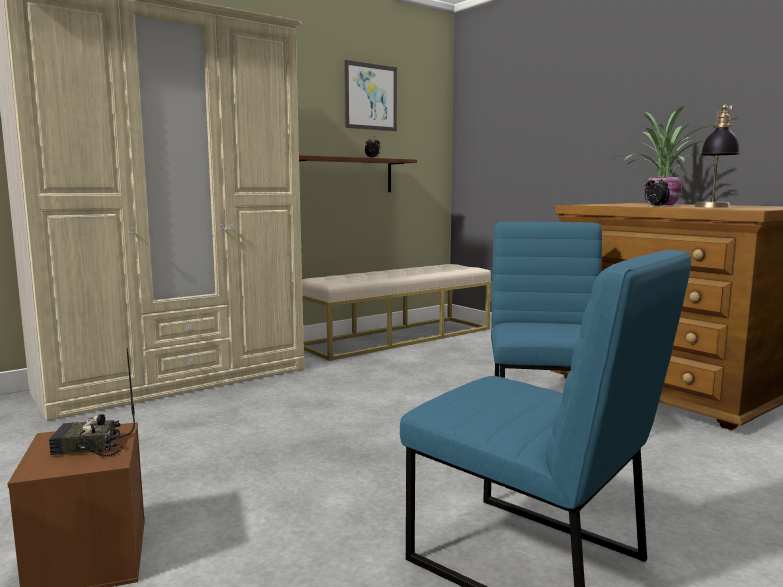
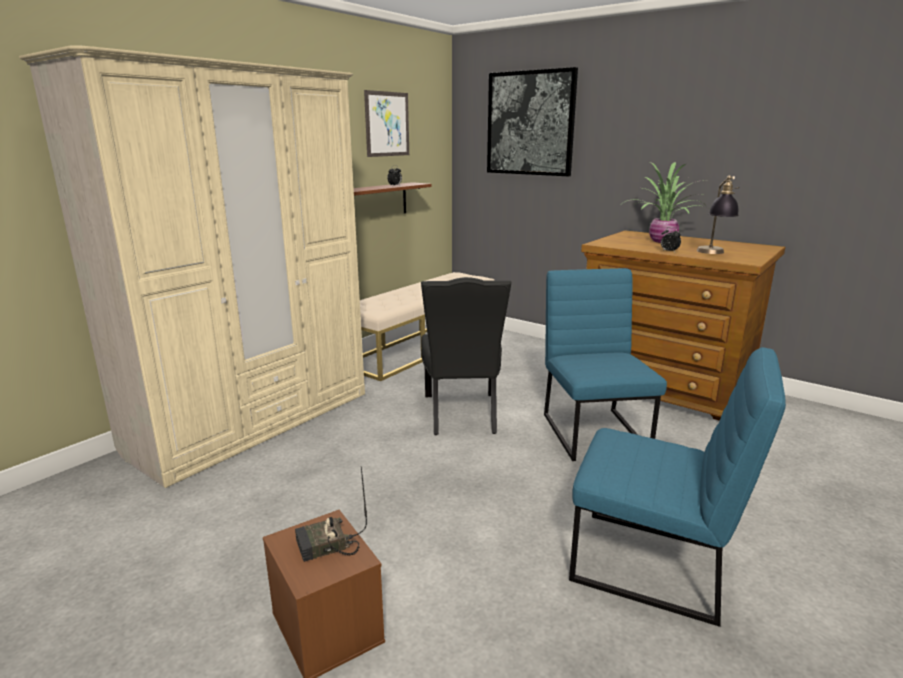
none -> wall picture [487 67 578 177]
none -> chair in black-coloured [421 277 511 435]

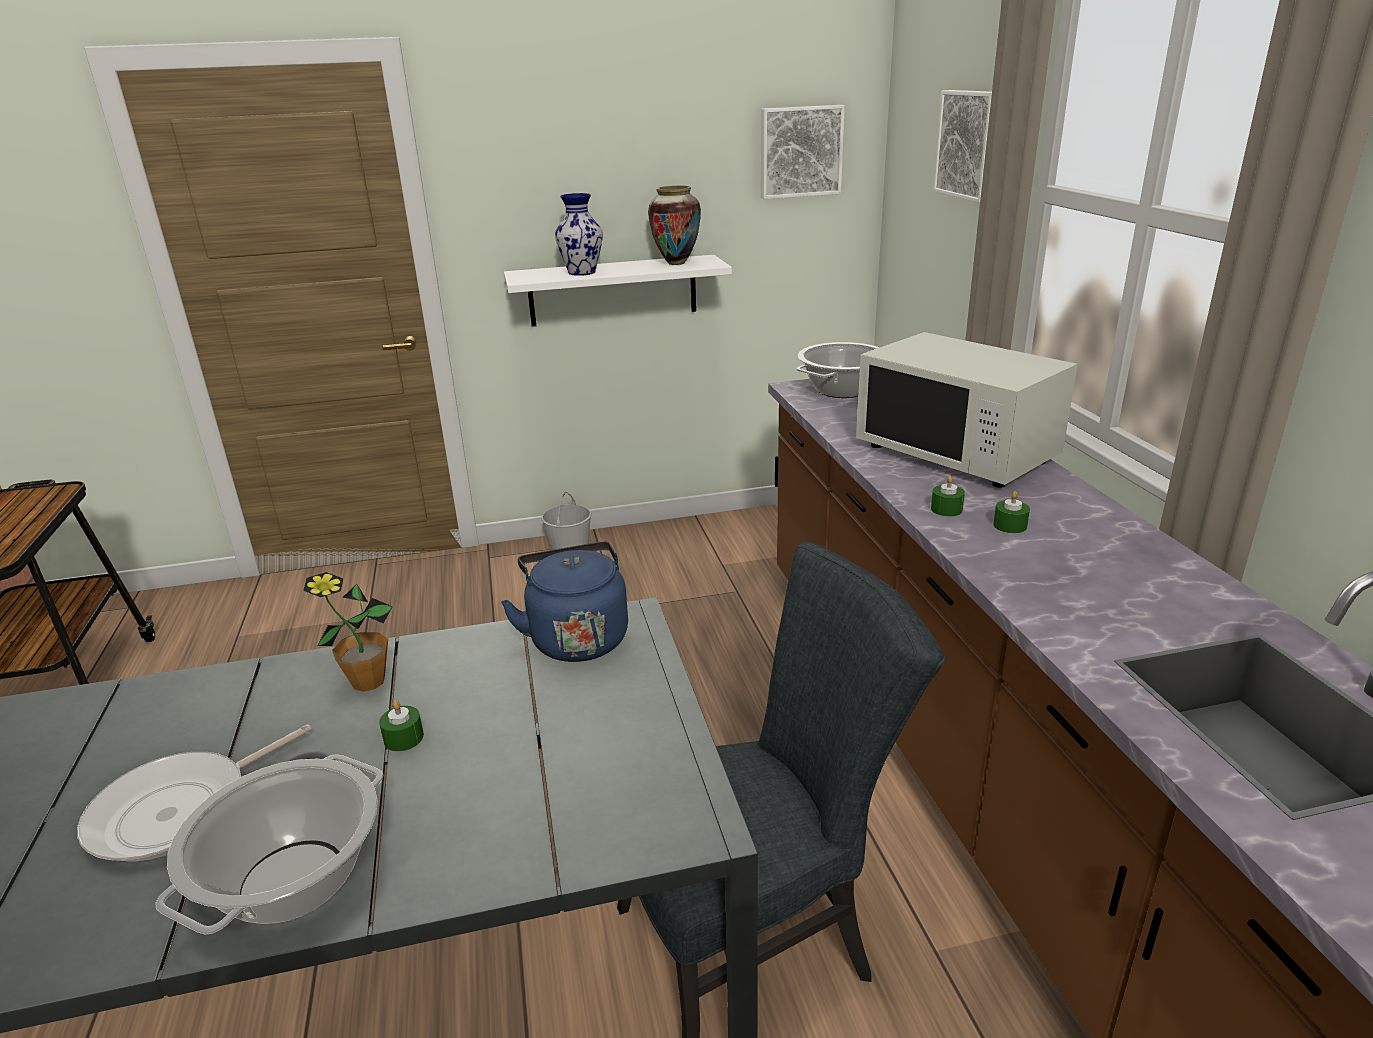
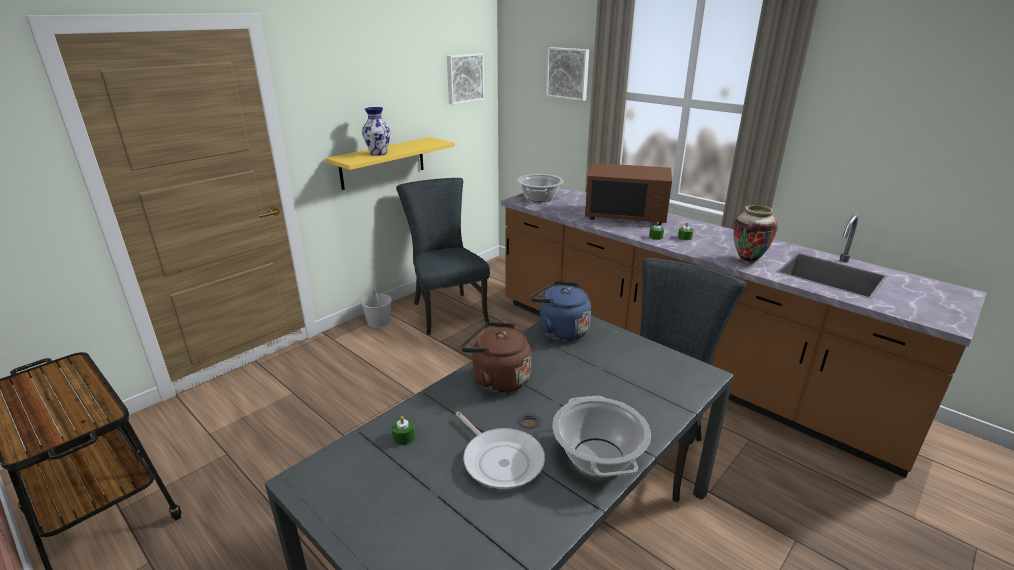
decorative vase [648 185 701 265] -> decorative vase [734 205 778 263], moved
wall shelf in white-coloured [504 255 732 327] -> wall shelf in yellow-coloured [325 137 455 190]
microwave in white-coloured [856 332 1078 488] -> microwave in brown [585 163 672 225]
potted plant [303 572 392 692] -> water kettle in brown [461 322 531 393]
wax light in greenish [379 701 424 751] -> wax light in greenish [391 416 415 445], moved
frying pan [77 724 311 861] -> frying pan [456 412 545 489], 45 degrees counterclockwise
none -> chair in greyish [396 178 490 335]

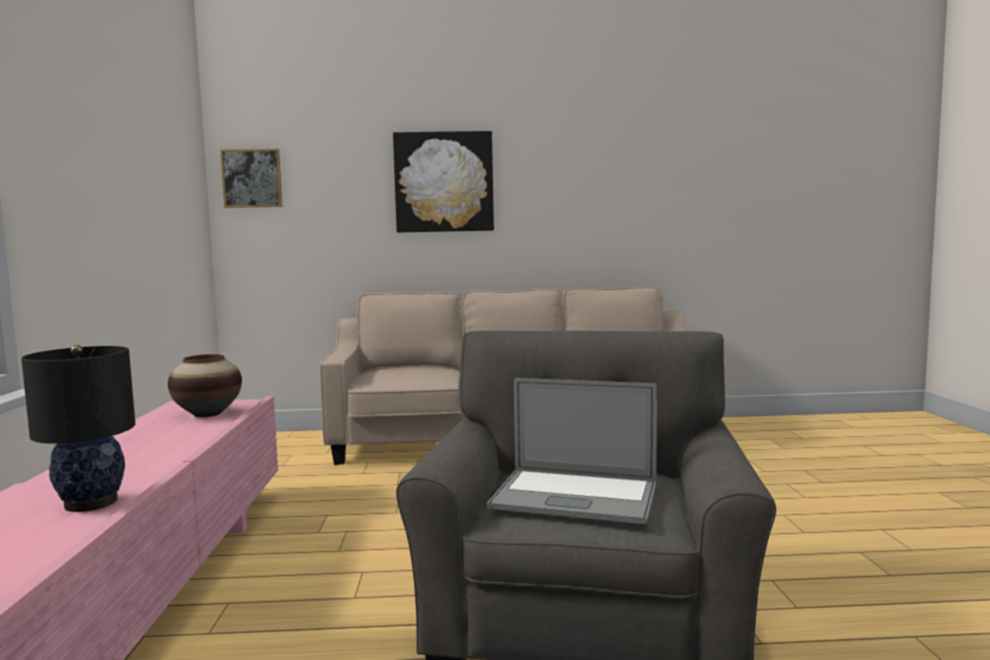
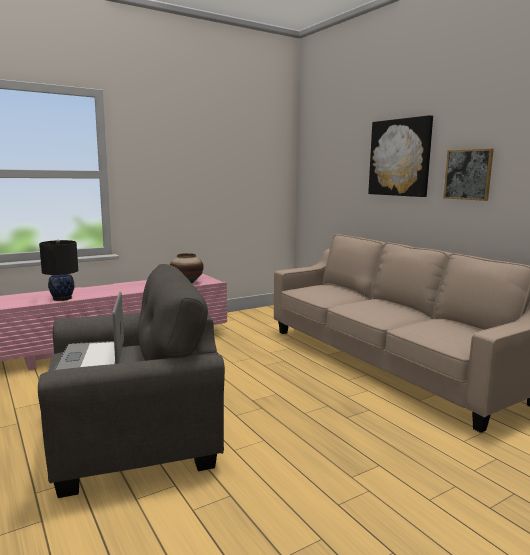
wall picture [220 149 282 208] -> wall picture [443 149 494 201], moved

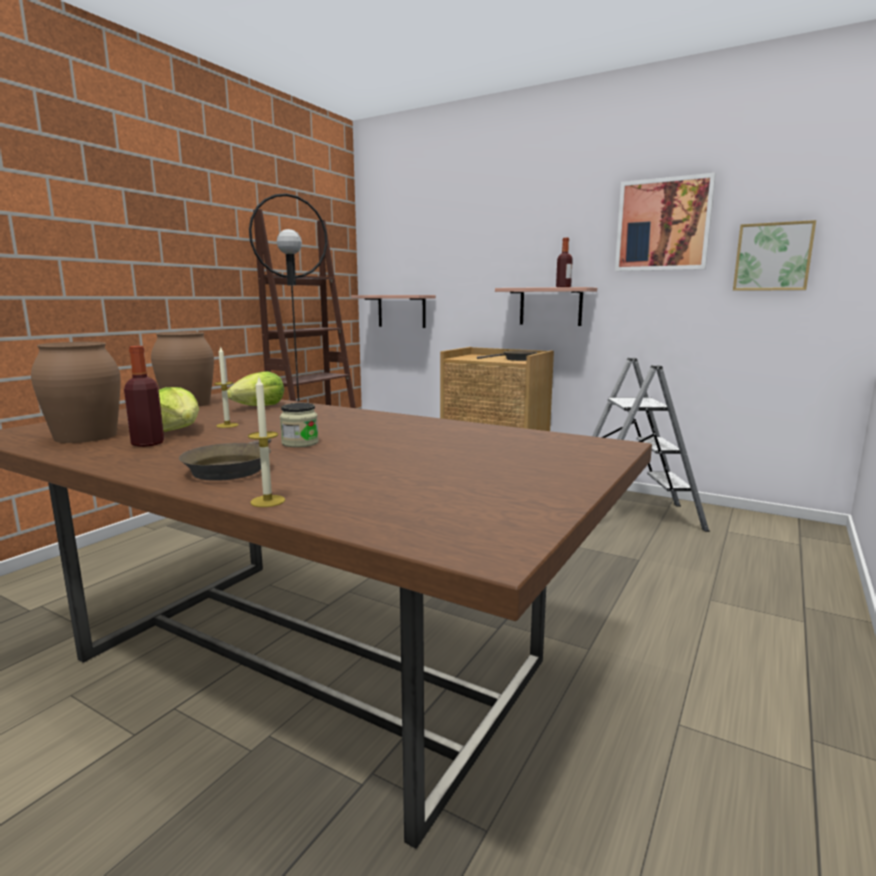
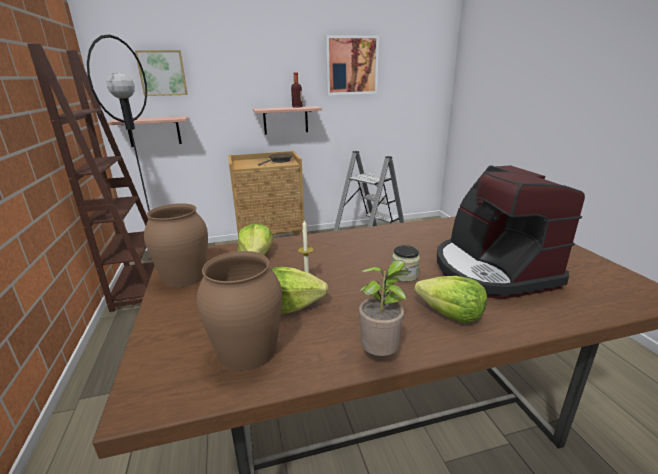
wall picture [733 220 816 291] -> wall picture [135 50 188 96], moved
beverage bottle [124 346 164 447] -> none
wax light [248 378 285 507] -> none
frying pan in brown [179 438 271 481] -> lettuce head [414 276 487 323]
none -> coffee maker [437 165 585 299]
none -> potted plant [359 260 412 356]

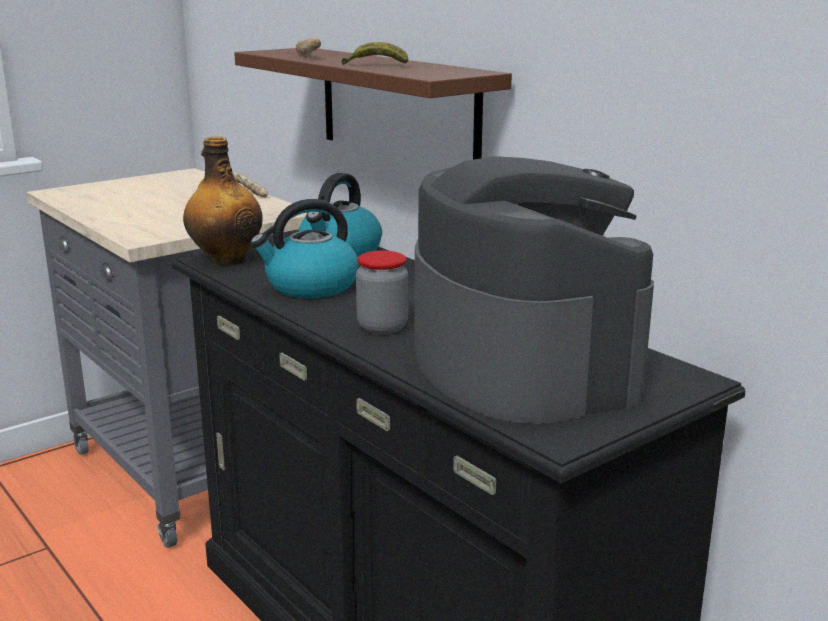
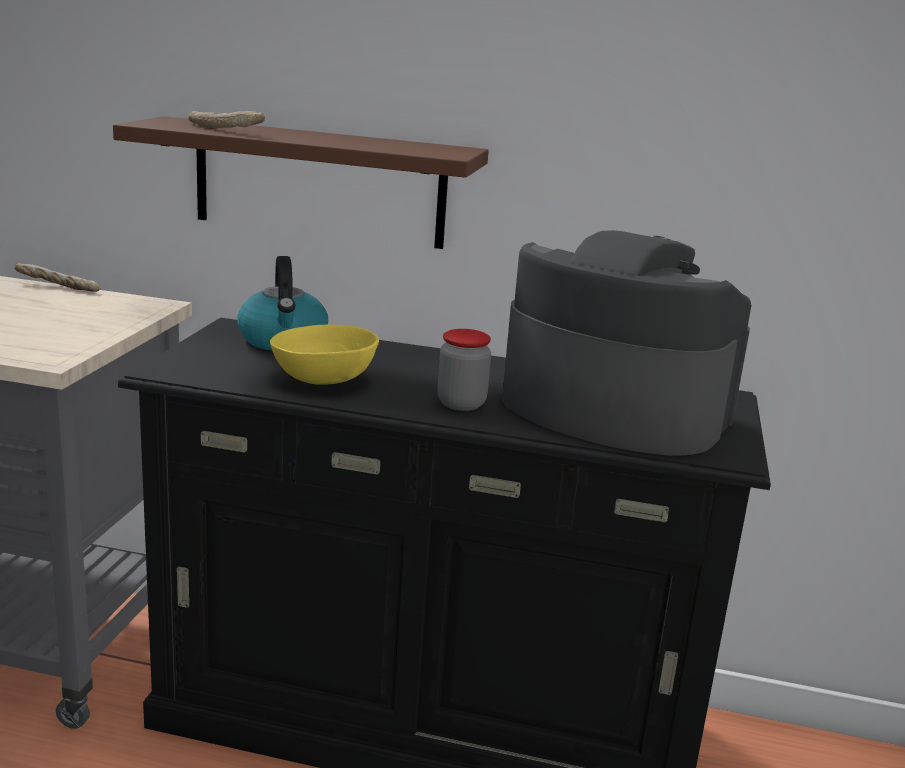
banana fruit [341 42 408 65] -> none
beverage bottle [183 136 263 265] -> none
water kettle [250 199 359 298] -> bowl in yellow-coloured [270 325 379 385]

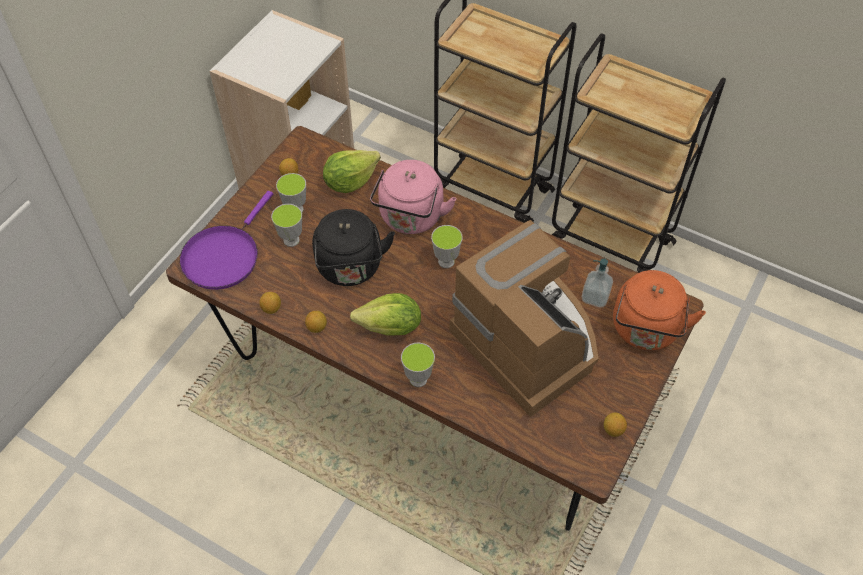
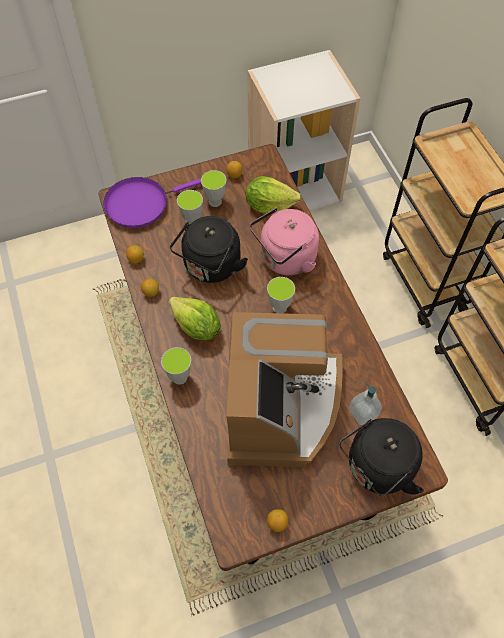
water kettle in orange [613 270 706 350] -> water kettle in black-coloured [340 418 424 496]

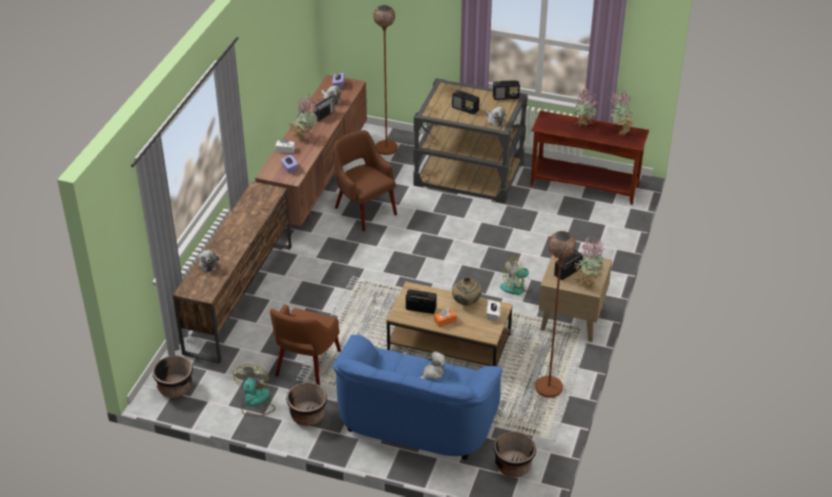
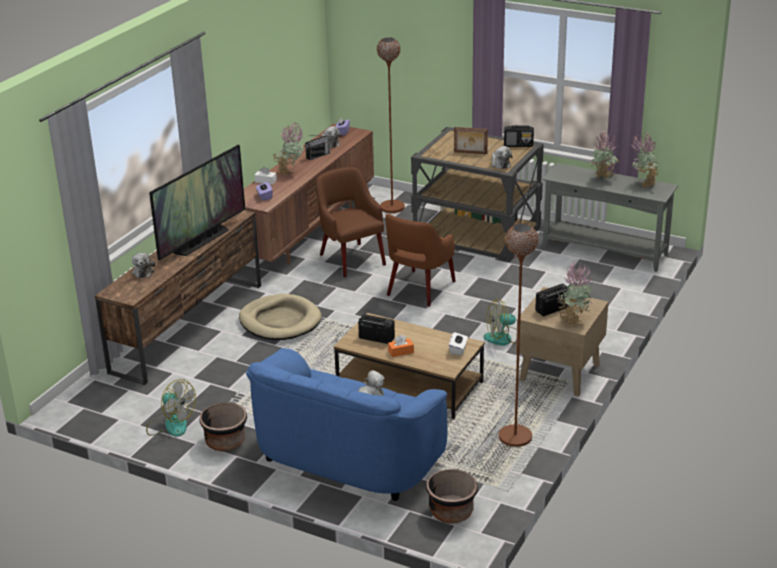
radio [452 90 479 115] -> standing frame [454 127 488 154]
narrow table in brown [530 111 649 205] -> narrow table in greyish [542 163 678 272]
decorative vase in beige-coloured [452 277 482 306] -> none
easy chair in brown [270 305 341 385] -> easy chair in brown [385 214 456 307], moved
flower pot in black-coloured [153 356 193 398] -> none
fan [233 364 275 417] -> fan [146 379 196 437], 105 degrees clockwise
none -> TV set [149 145 245 260]
none -> dog cushion in beige-coloured [239 294 321 340]

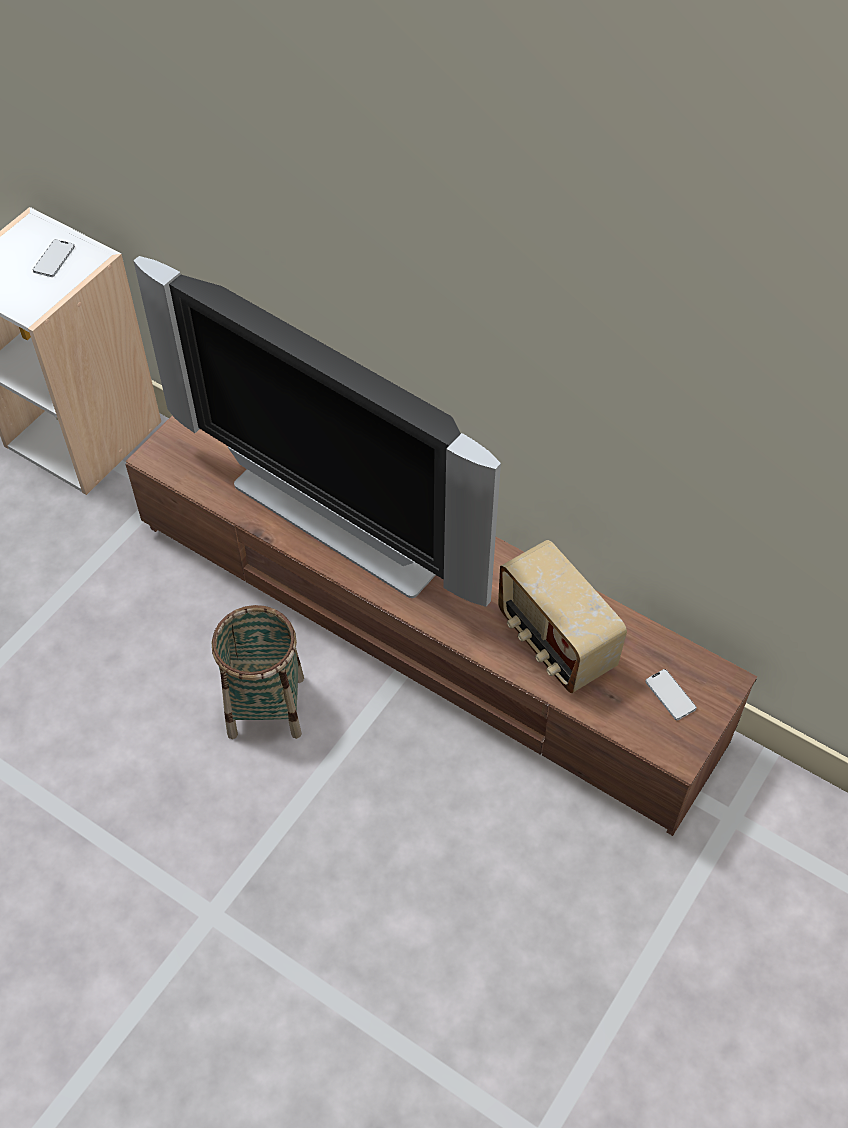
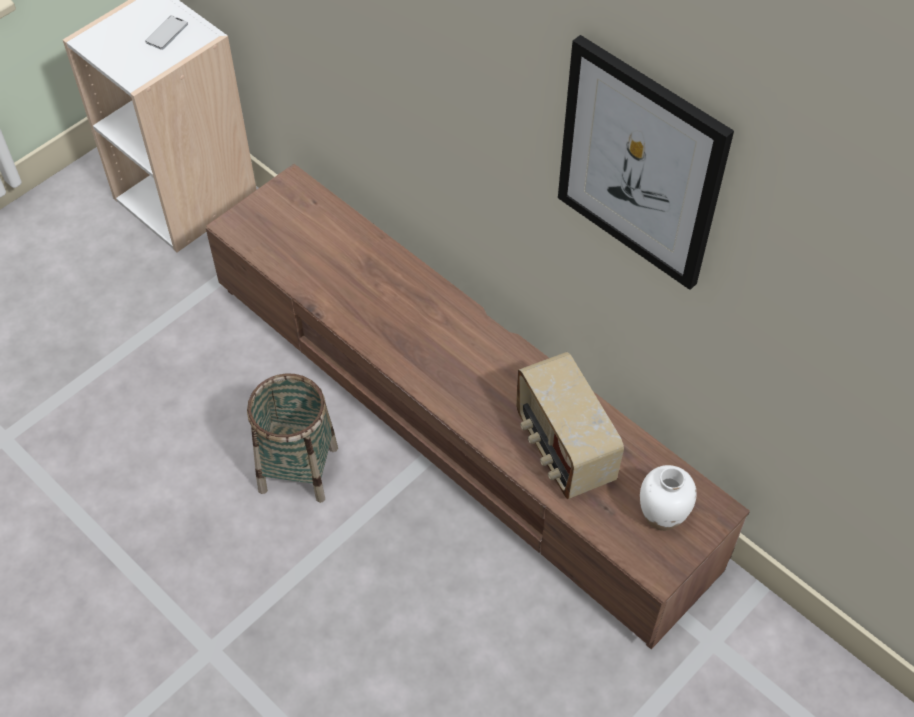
TV set [133 256 501 607] -> none
phone [645 669 697 720] -> decorative vase in white-coloured [640 465 697 531]
none -> wall picture [558 35 734 290]

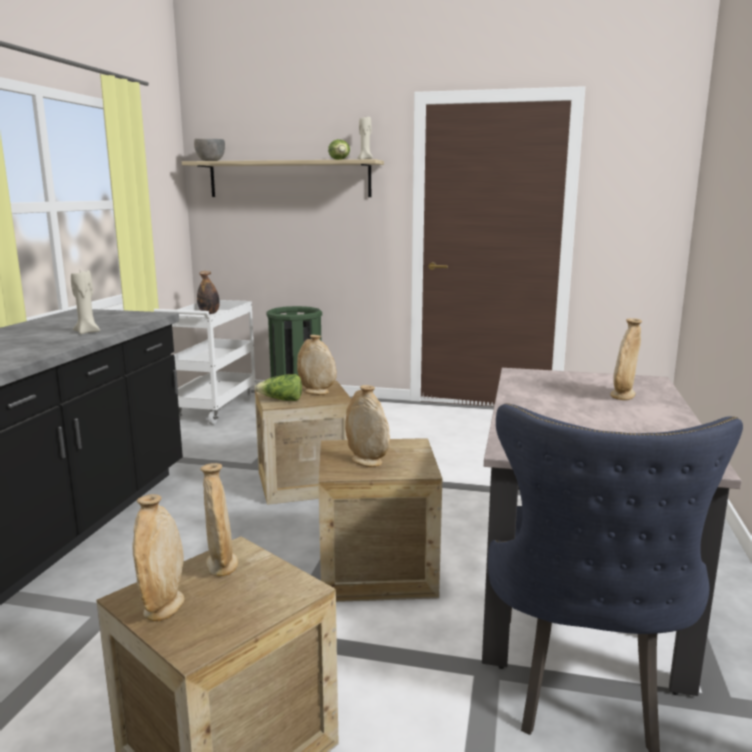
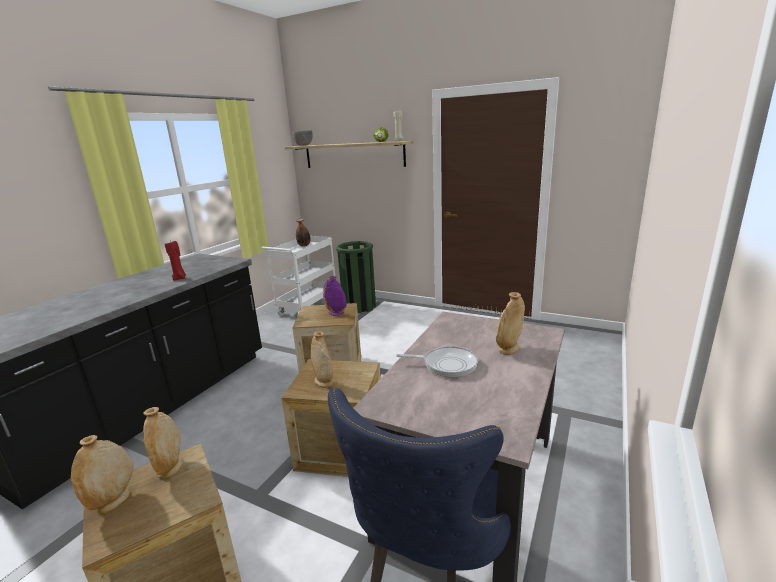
wax light in beige-coloured [71 270 100 334] -> wax light in reddish [165 240 186 281]
decorative vase in beige-coloured [297 335 337 395] -> decorative vase in purplish [323 276 347 316]
lettuce head [255 374 302 401] -> none
none -> frying pan [396 346 478 377]

